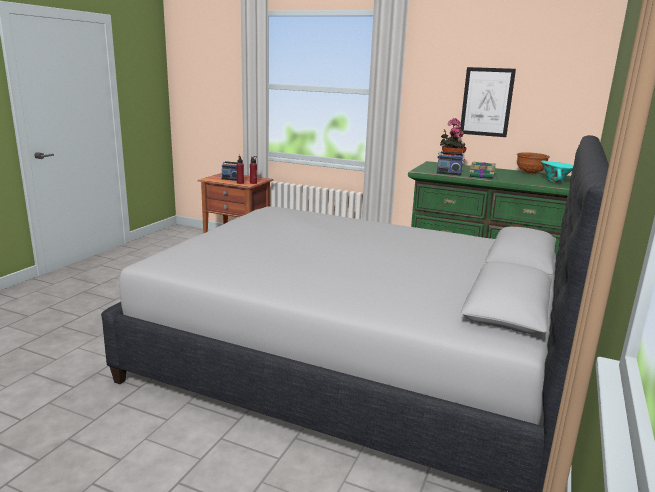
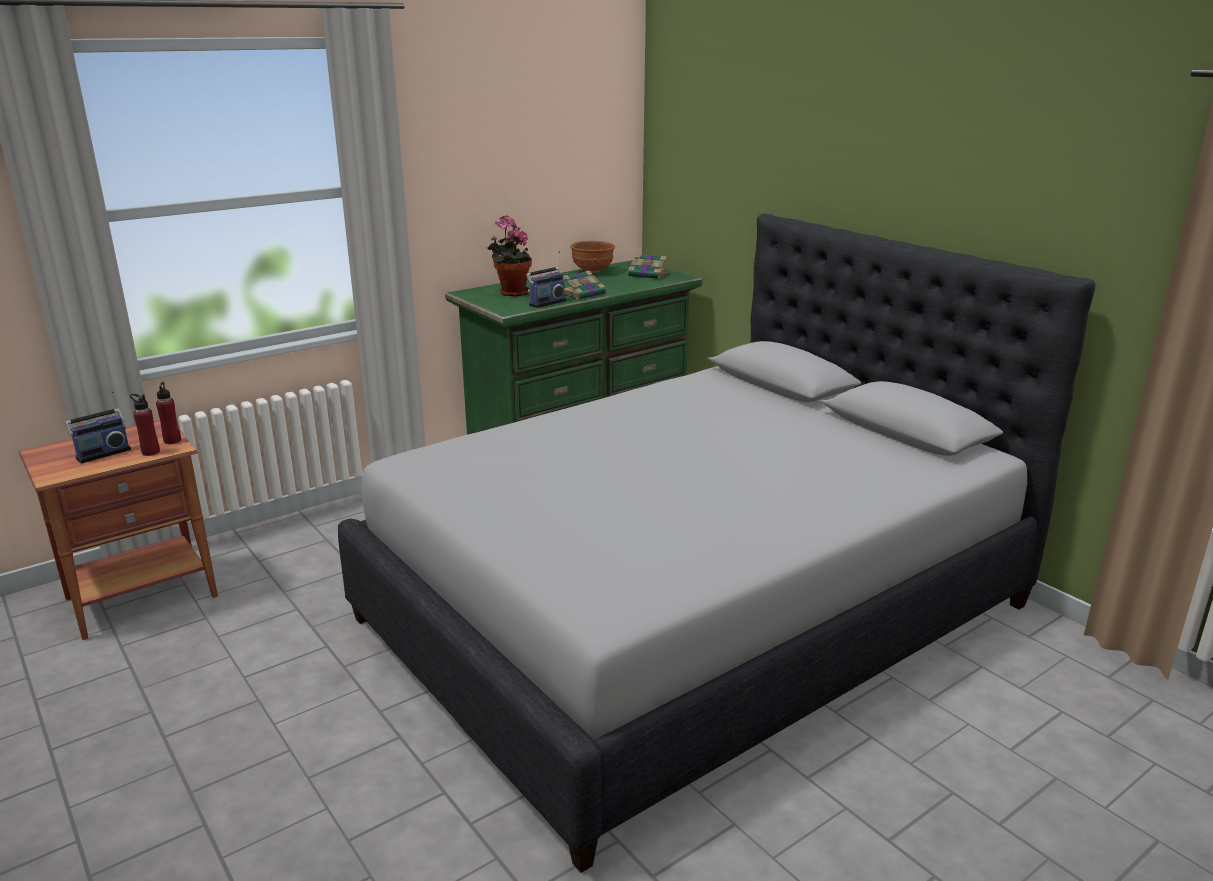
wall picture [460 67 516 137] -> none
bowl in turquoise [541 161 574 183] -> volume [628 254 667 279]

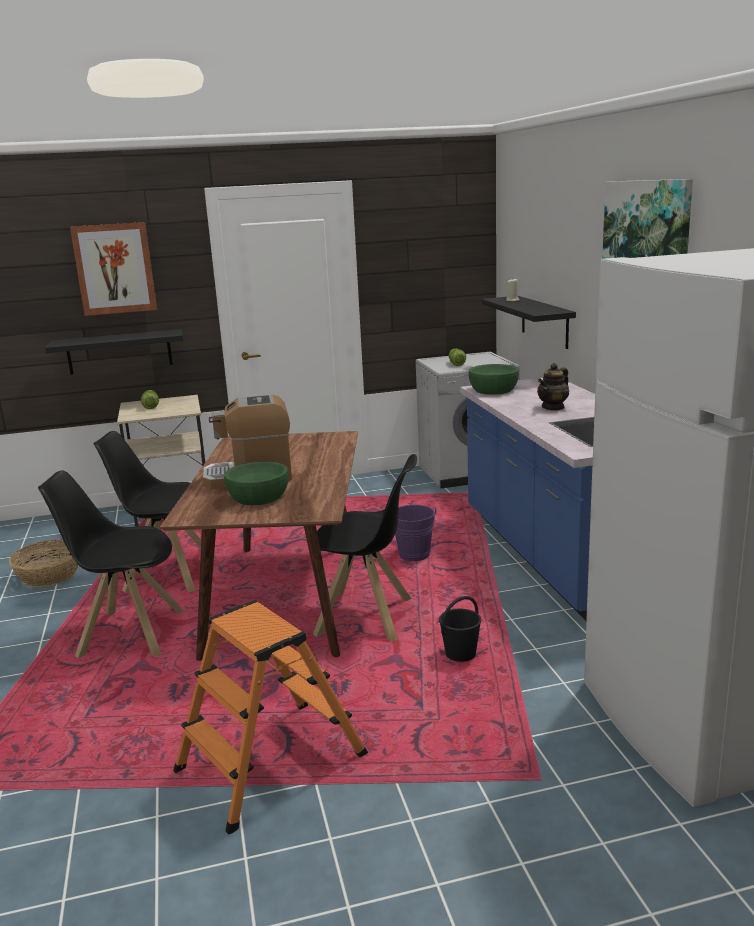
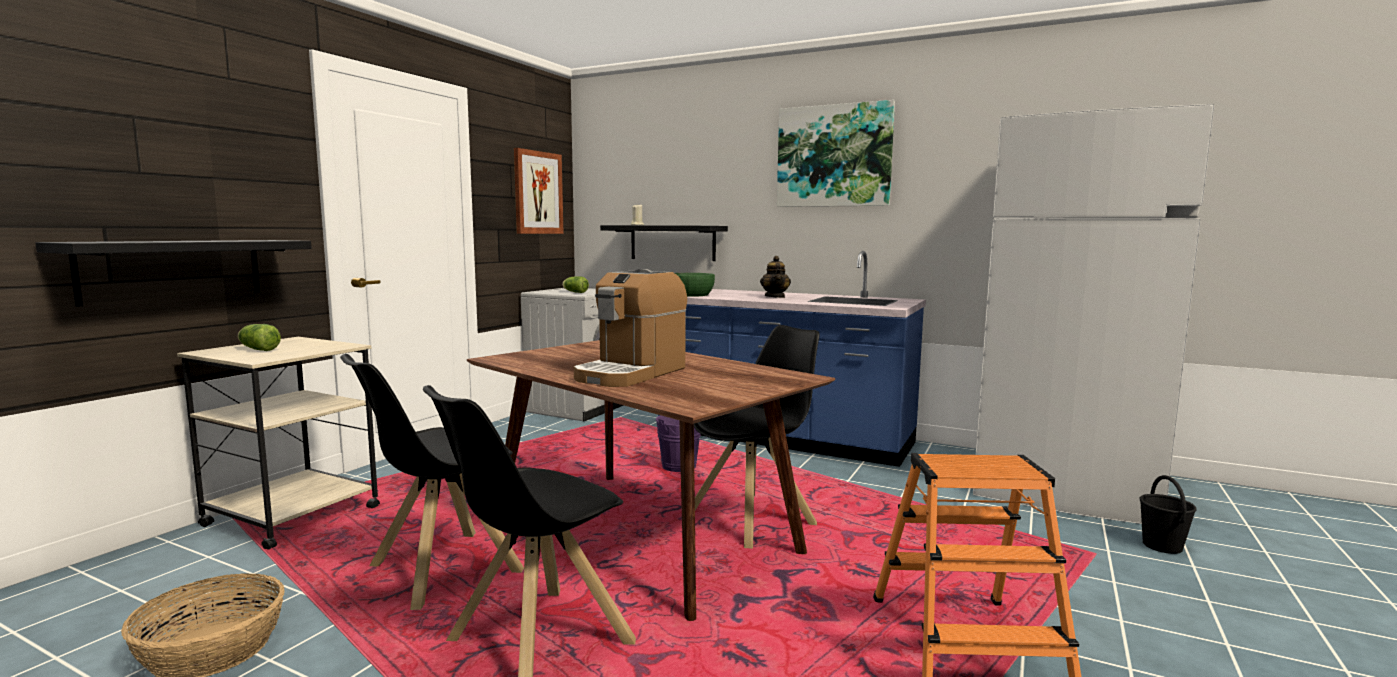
wall picture [70 222 157 316] -> wall picture [514 148 564 234], moved
bowl in greenish [224 461 288 505] -> none
pail in black-coloured [439 596 481 662] -> pail in black-coloured [1140 475 1197 554], moved

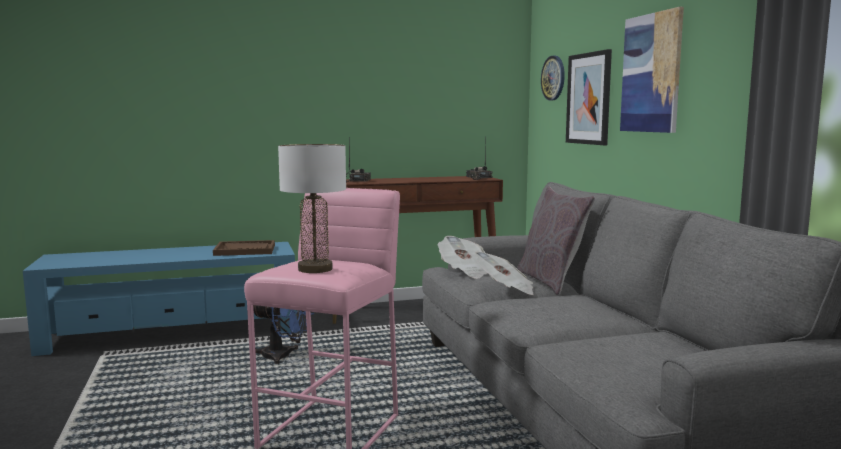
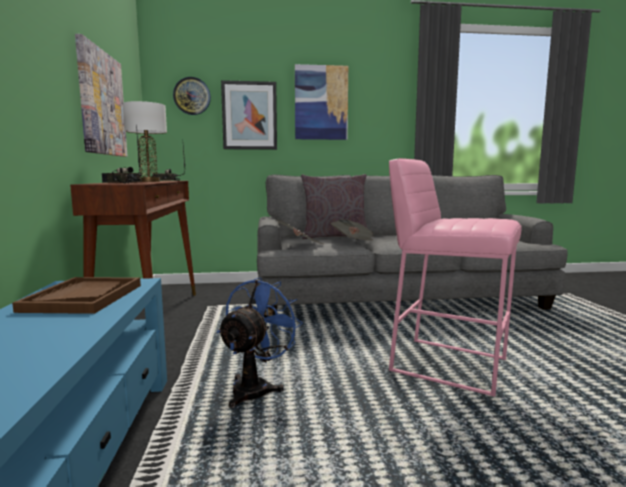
table lamp [278 144 346 273] -> table lamp [123 101 167 182], moved
none -> wall picture [75 34 128 157]

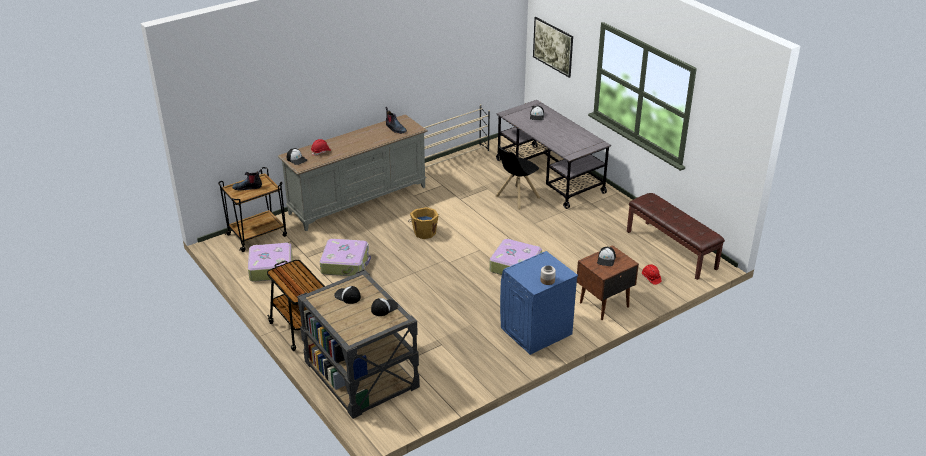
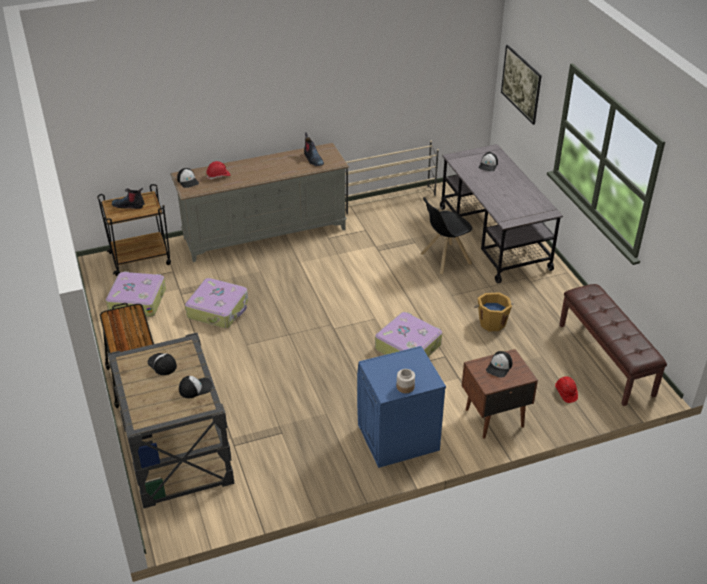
pail in orange [408 207 439 239] -> pail in orange [474 292 513 331], moved

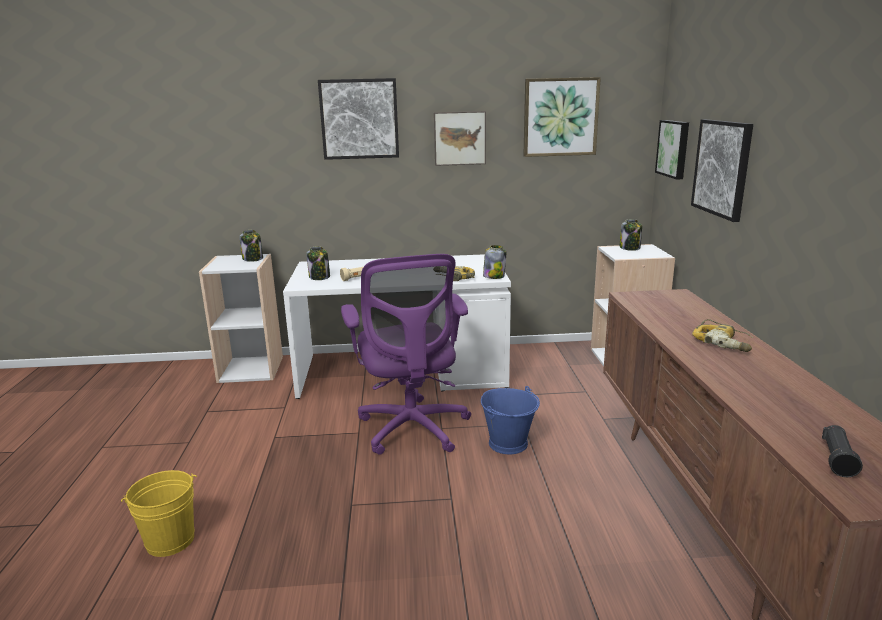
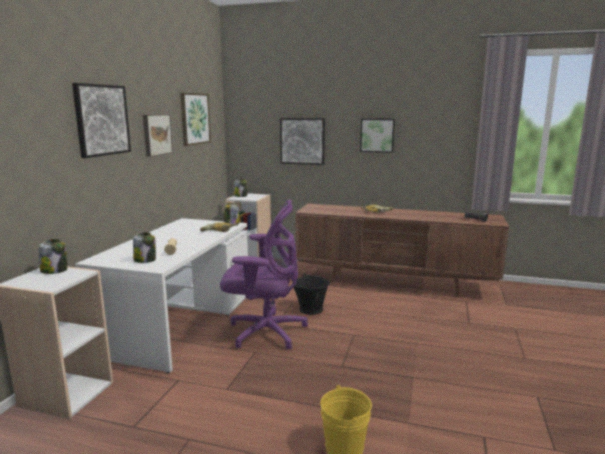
wall picture [655 120 689 180] -> wall picture [360 119 395 153], moved
pail in bluish [481 386 540 454] -> pail in black-coloured [292 273 330 315]

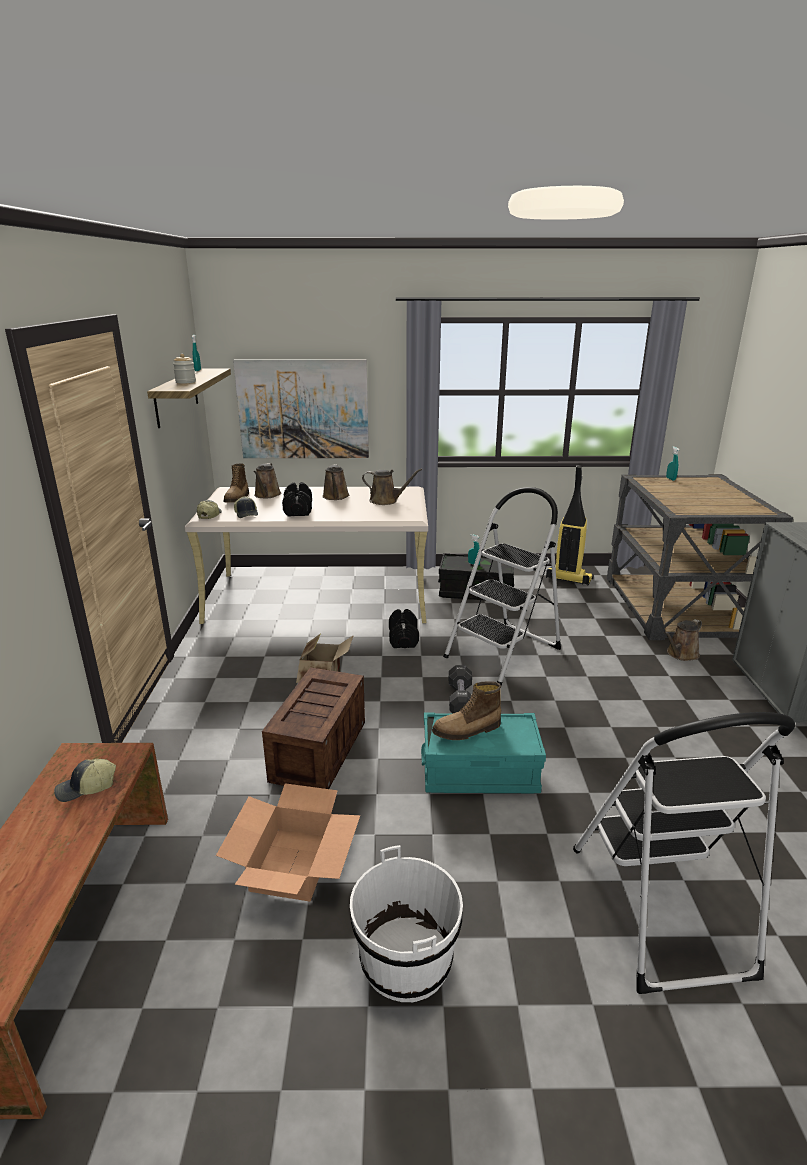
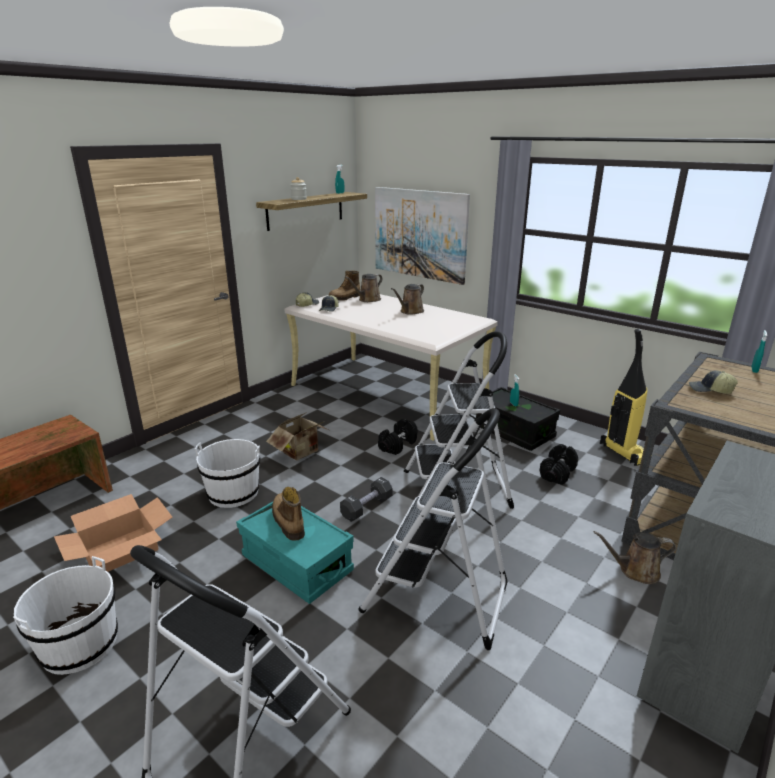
watering pot in brown [362 468 422 505] -> none
dumbbell in black-coloured [282 482 312 516] -> dumbbell in black-coloured [540 444 578 485], moved
crate [262 667 365 789] -> pail in white-coloured [195 439 260 508]
boot [432 681 501 740] -> boot [272 487 305 541], 45 degrees clockwise
baseball cap [54 759 116 802] -> baseball cap [689 370 738 394], moved
none -> step ladder [358 408 508 650]

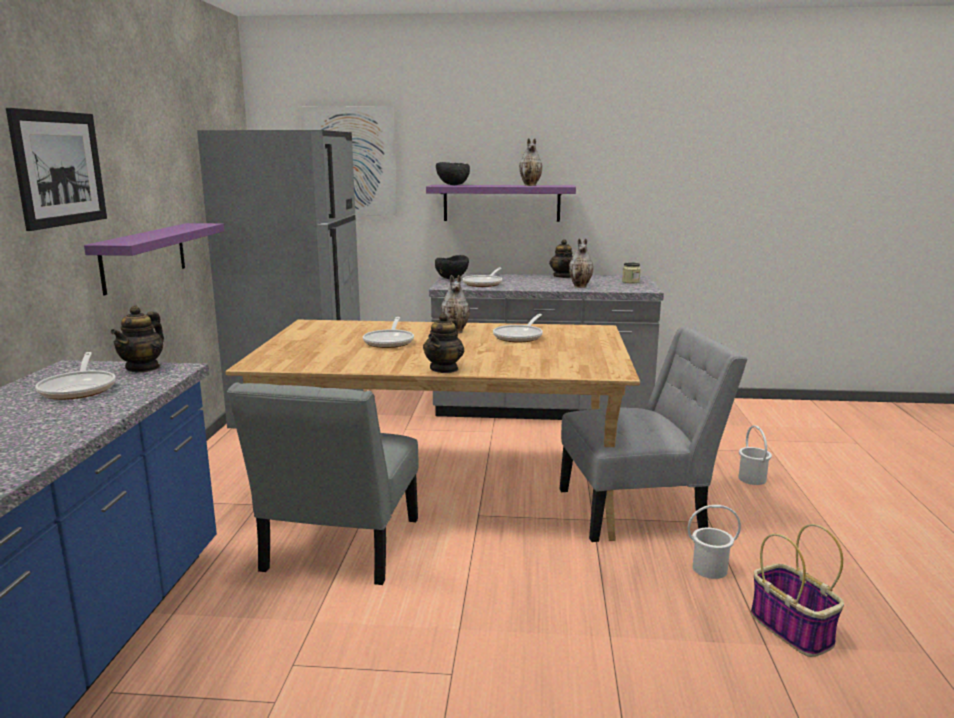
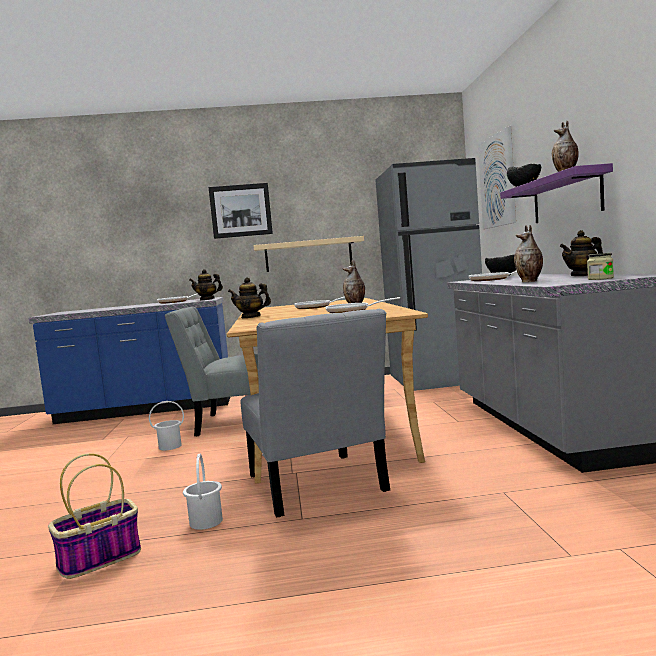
wall shelf in purplish [84 223 224 295] -> wall shelf in beige-coloured [253 236 364 272]
pail in white-coloured [738 425 772 485] -> pail in white-coloured [149 401 184 450], moved

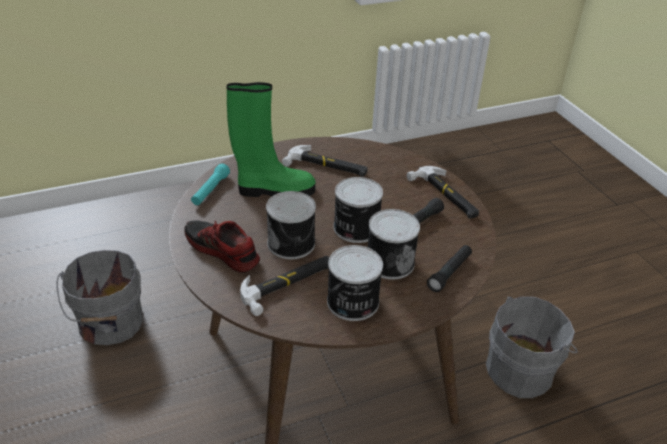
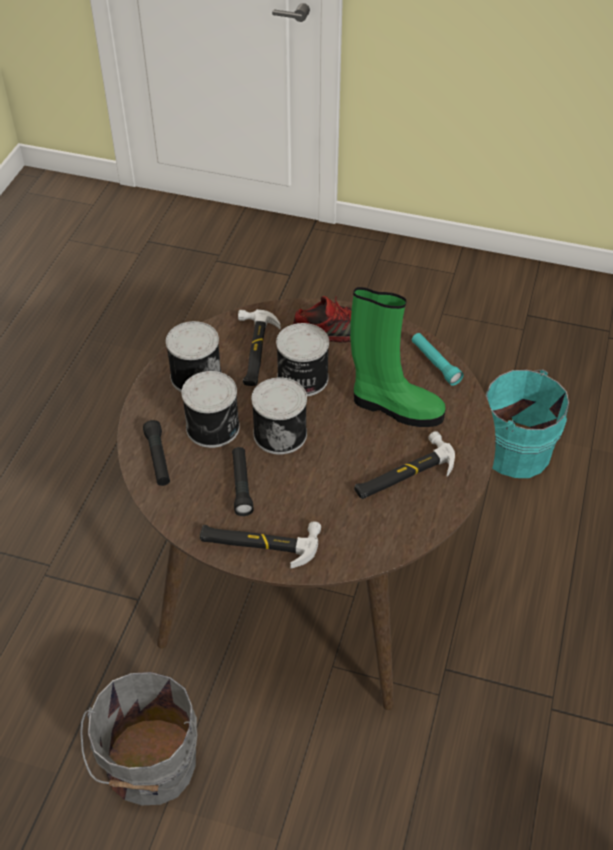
boot in greenish [226 82 316 197] -> boot in greenish [350 287 446 427], 105 degrees counterclockwise
pail in greyish [56 250 143 345] -> pail in turquoise [486 370 569 478]

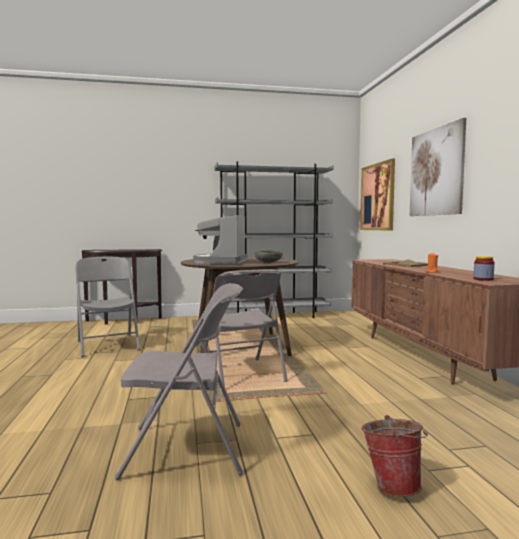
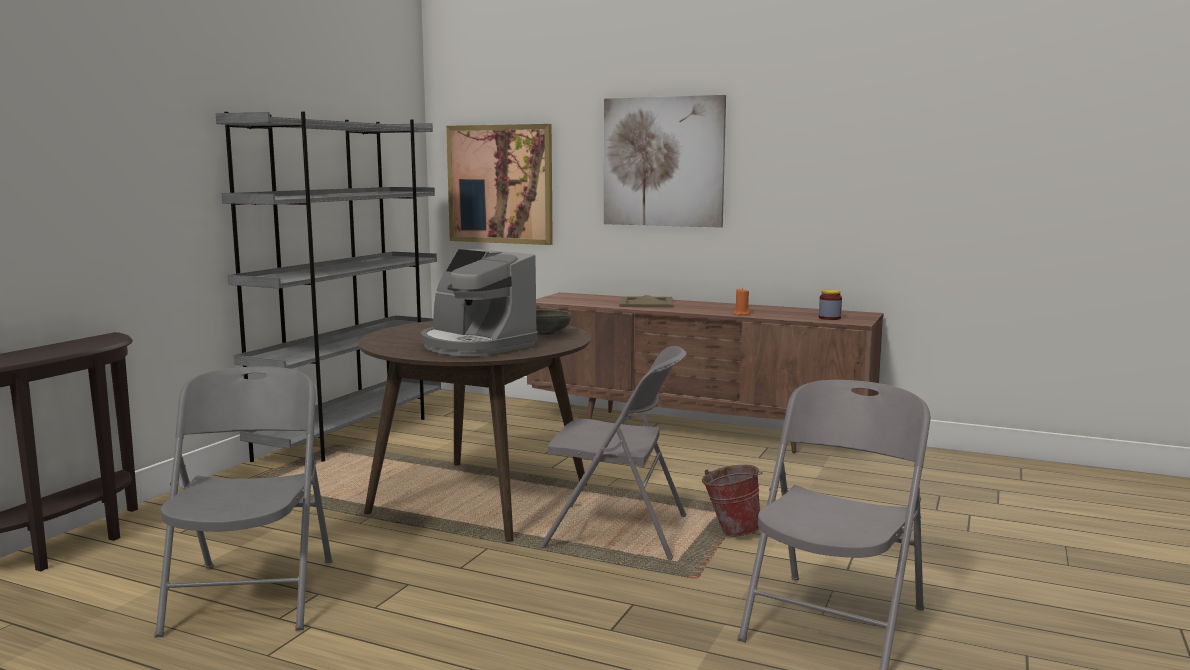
chair in greyish [75 257 141 357] -> chair in greyish [155 366 333 637], 75 degrees clockwise
pail [362 415 428 497] -> pail [702 465 763 537], moved

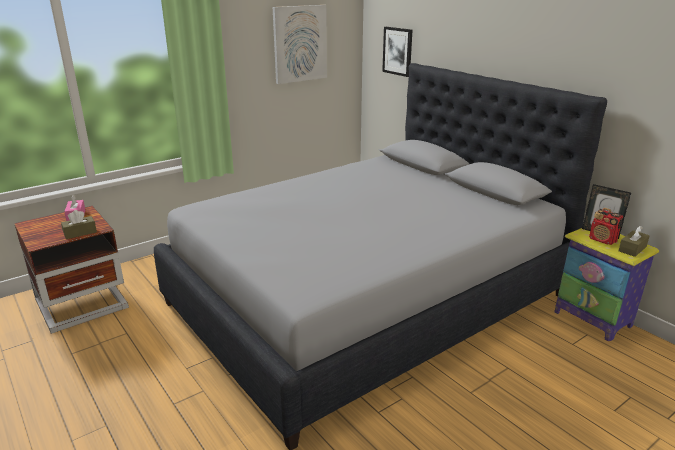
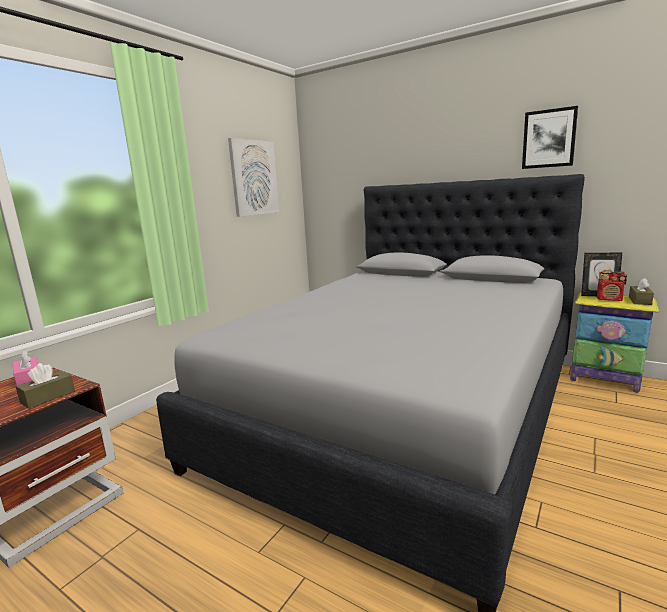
wall picture [382 27 413 77] -> wall picture [522 106 578 169], moved

